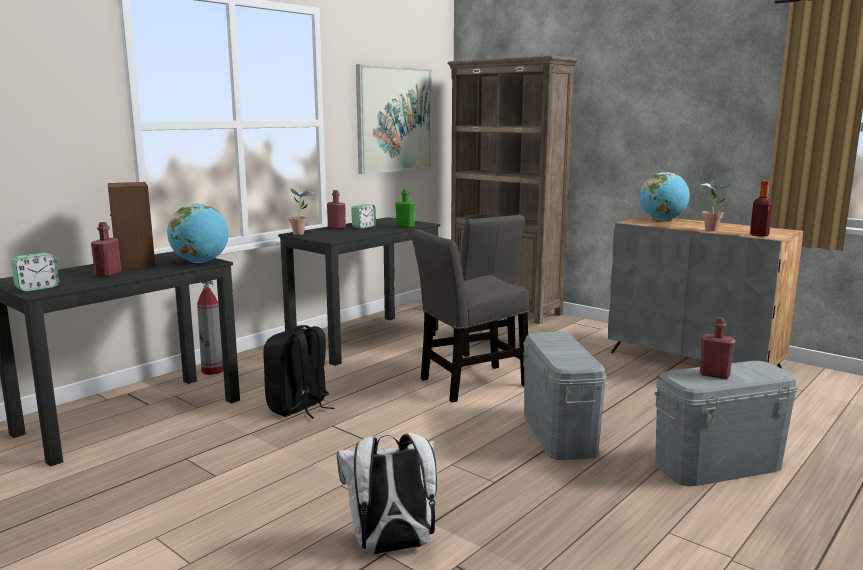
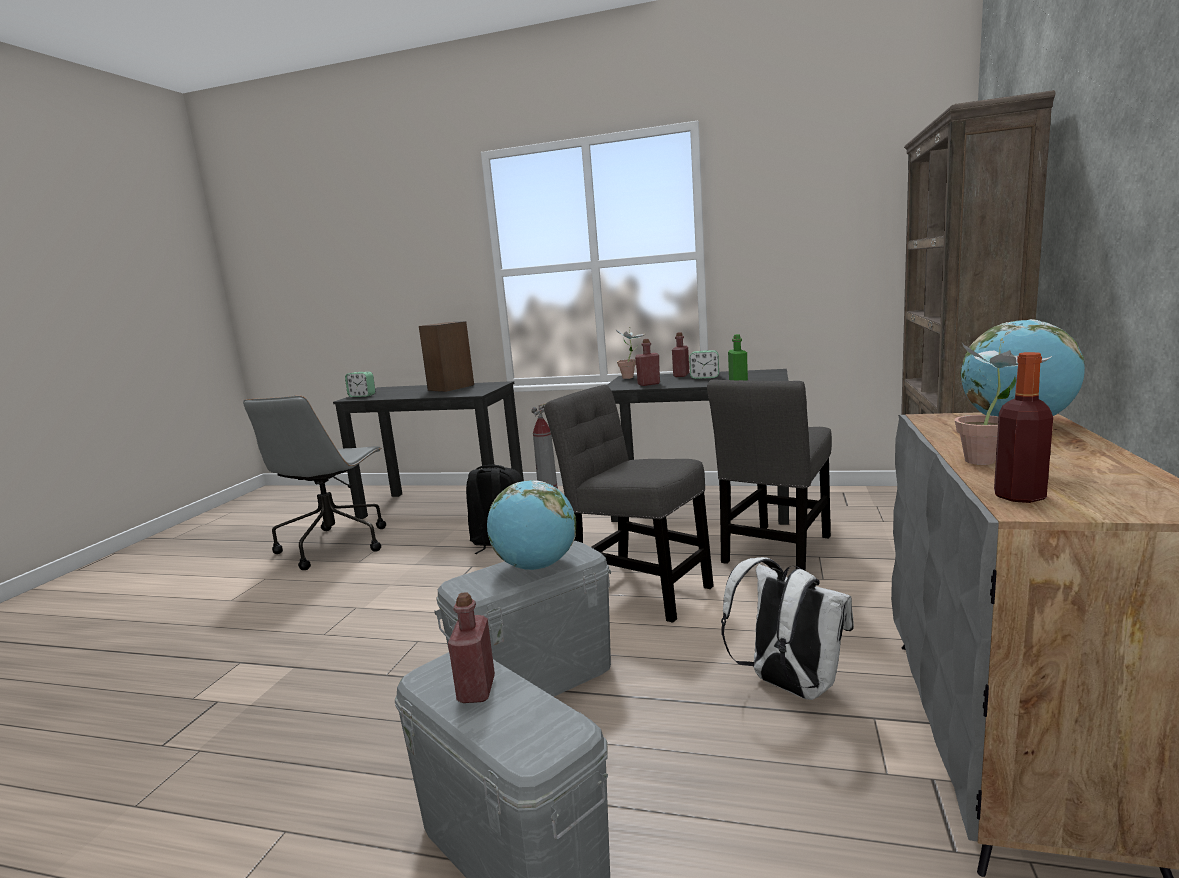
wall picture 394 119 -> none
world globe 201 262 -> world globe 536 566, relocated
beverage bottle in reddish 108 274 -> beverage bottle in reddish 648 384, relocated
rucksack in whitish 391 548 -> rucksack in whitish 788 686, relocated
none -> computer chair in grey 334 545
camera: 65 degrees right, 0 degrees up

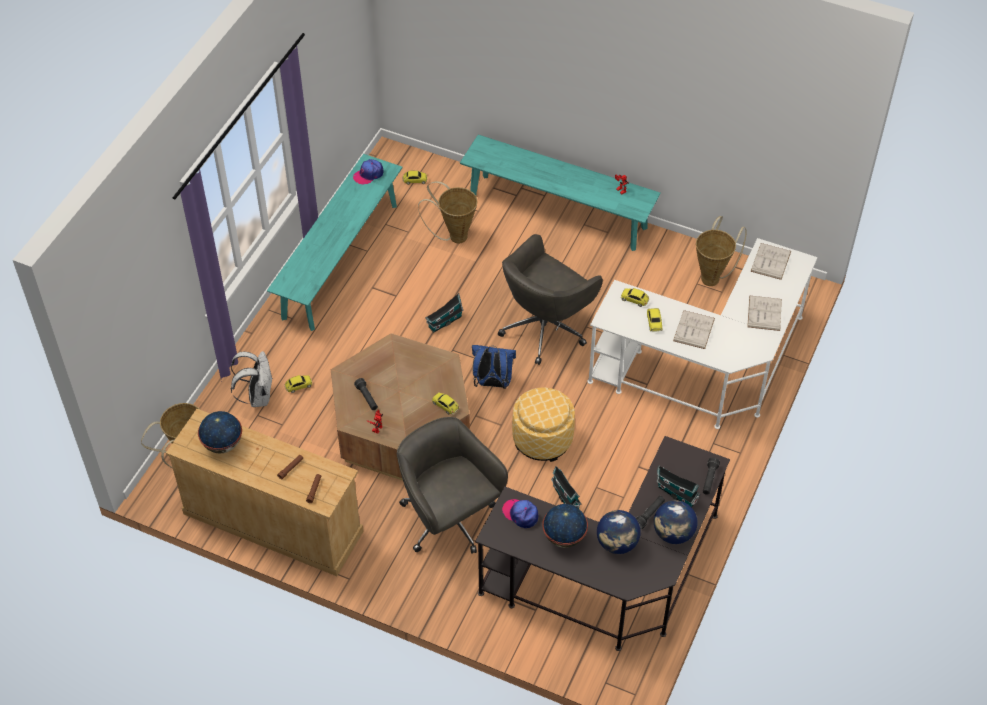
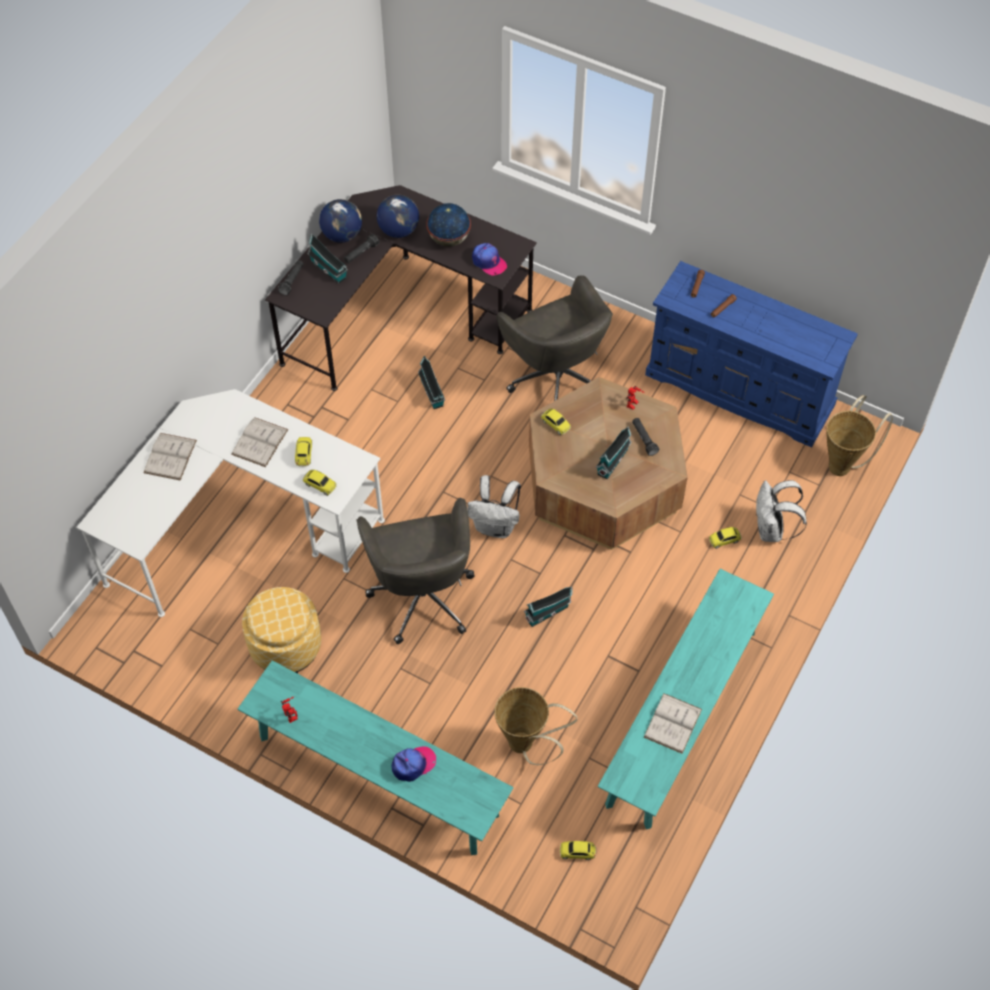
baseball cap 368 174 -> baseball cap 413 764, relocated
household basket 712 277 -> none
computer chair in grey 545 327 -> computer chair in grey 422 595, 120 degrees clockwise
bound book in whitish 770 261 -> bound book in whitish 672 723, relocated
rucksack in blue 492 383 -> rucksack in whitish 496 527
ottoman 542 439 -> ottoman 285 646, relocated
chest of drawers in sand-coloured 272 522 -> chest of drawers in blue 740 390
world globe 222 444 -> none
none -> model house 613 460
camera: 175 degrees left, 5 degrees up

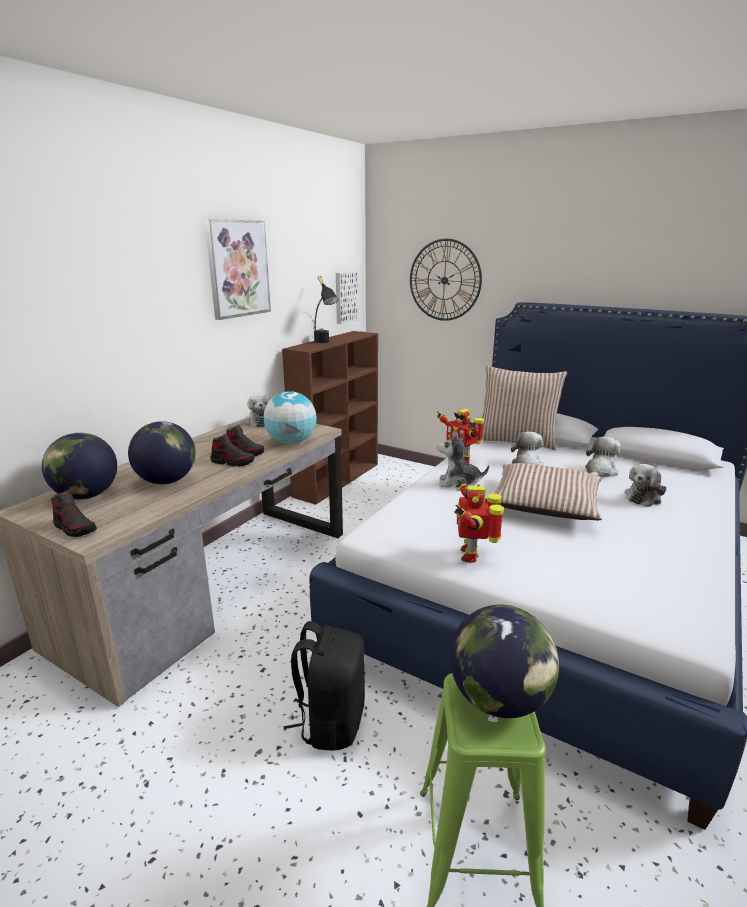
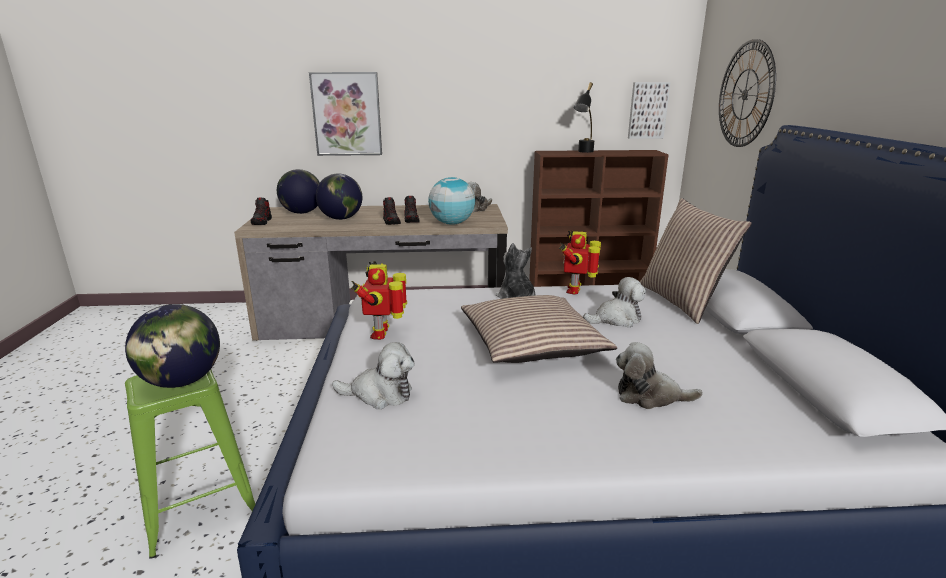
wall picture 238 269 -> wall picture 347 114, relocated
plush toy 599 472 -> plush toy 380 394, relocated
robot figure 471 554 -> robot figure 382 333, 60 degrees counterclockwise
rucksack in black-coloured 331 721 -> none
camera: 55 degrees right, 0 degrees up

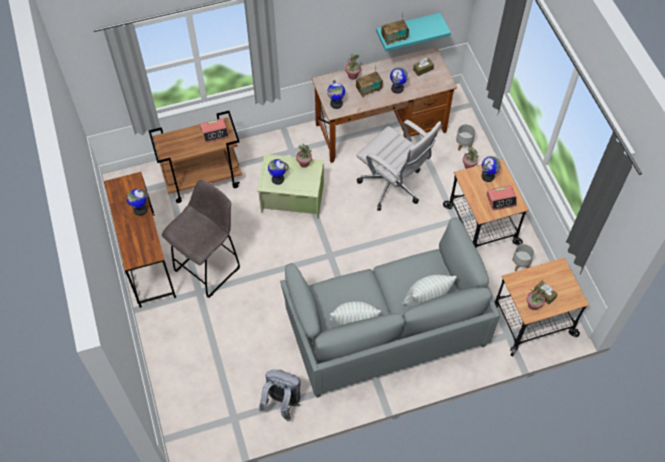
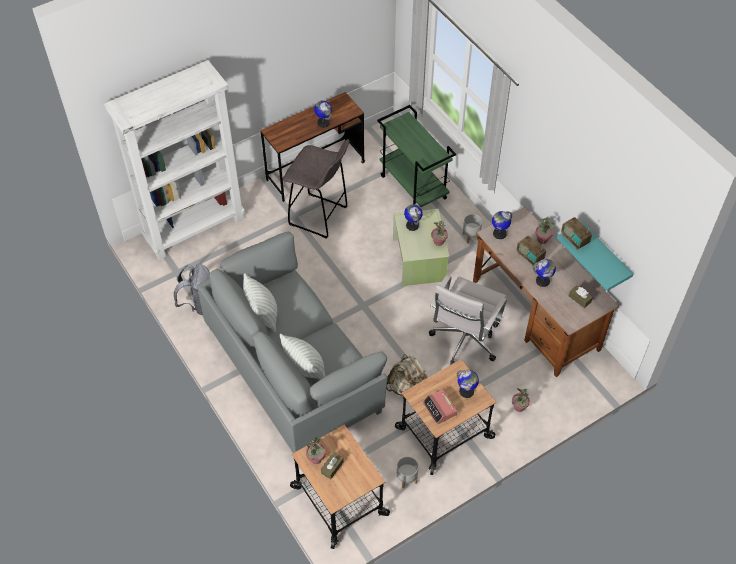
wheeled cart in brownish 203 179 -> wheeled cart in green 414 187
bedside clock 215 132 -> none
plant pot in grey 464 145 -> plant pot in grey 471 237, relocated
none -> bookcase in whitish 195 228
none -> rucksack in sand-coloured 406 386
camera: 75 degrees right, 5 degrees down

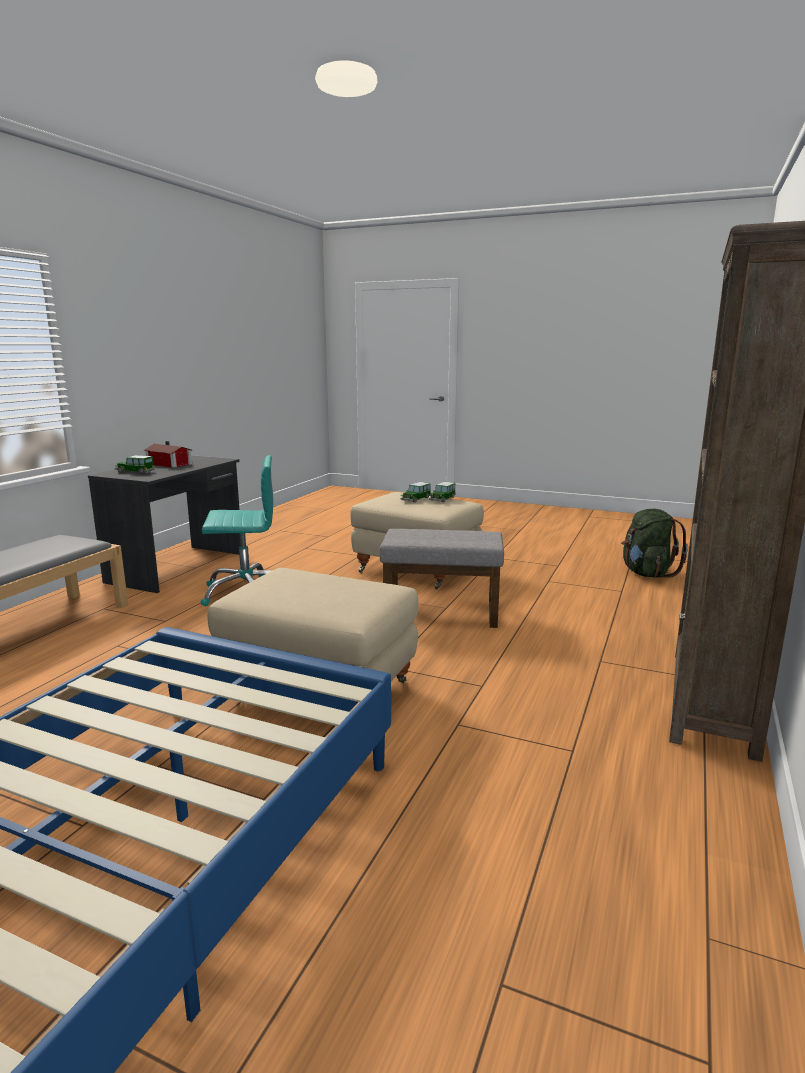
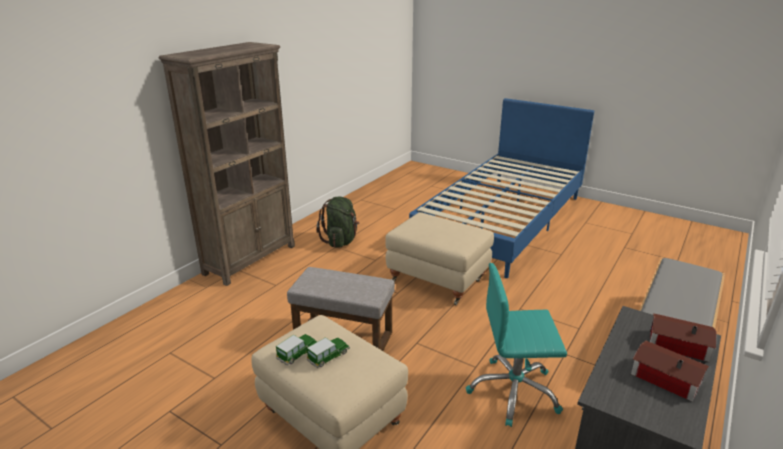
miniature car 135 471 -> model house 676 343
rucksack in green 646 573 -> rucksack in green 341 241, relocated
camera: 170 degrees left, 10 degrees up

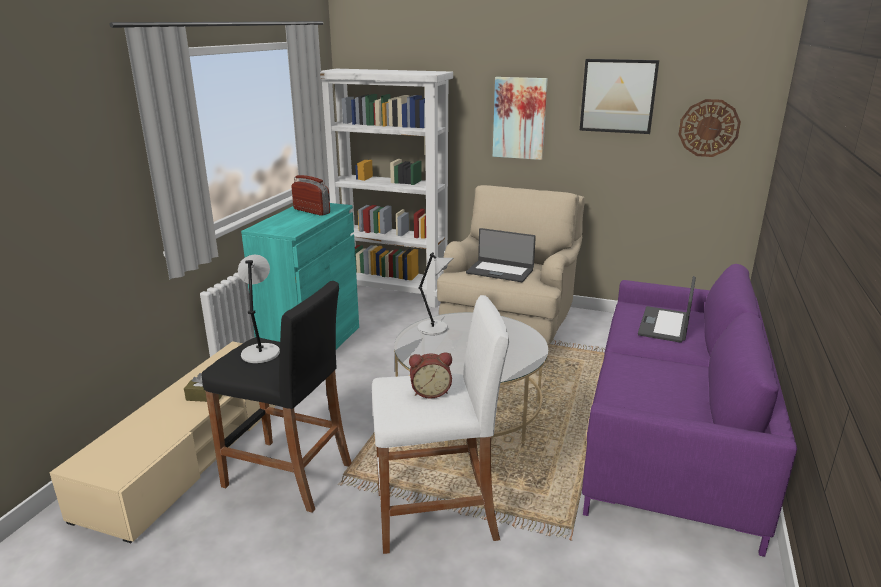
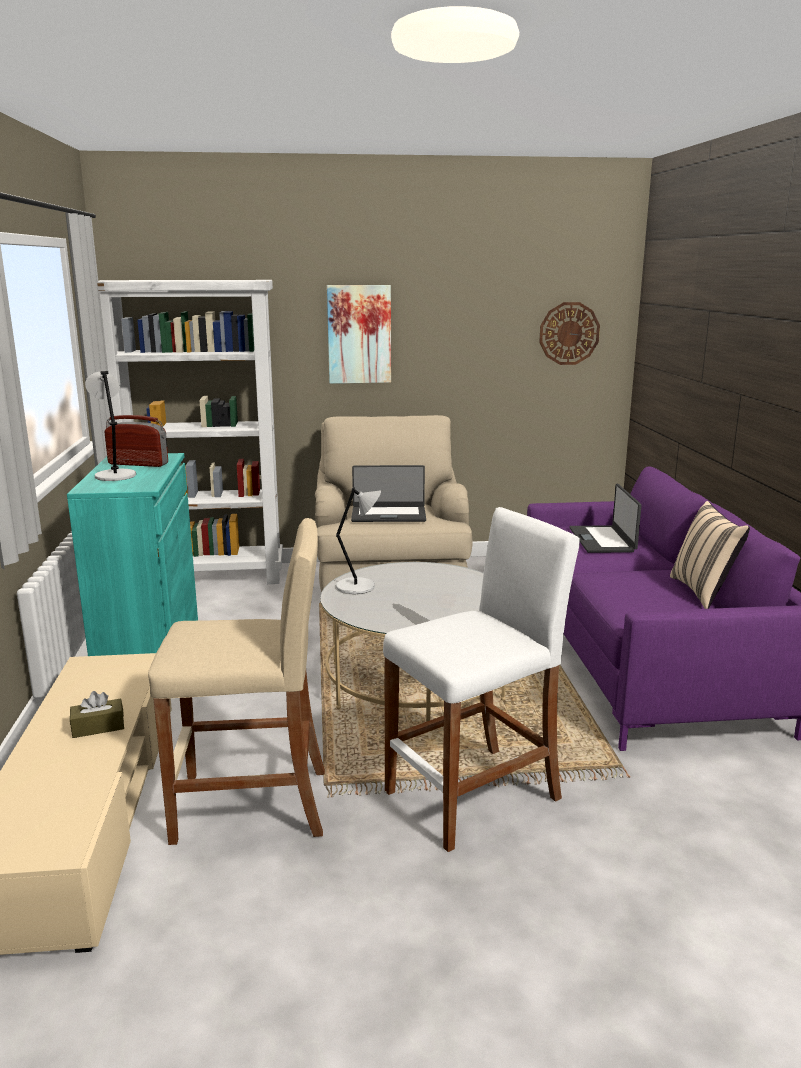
wall picture 618 96 -> none
lamp for a table in grey 260 353 -> lamp for a table in grey 114 475, relocated
stool seat in black-coloured 288 475 -> stool seat in sand-coloured 252 805
bedside clock 430 392 -> none
none -> pillow in sand-coloured 703 592
camera: 25 degrees left, 5 degrees down

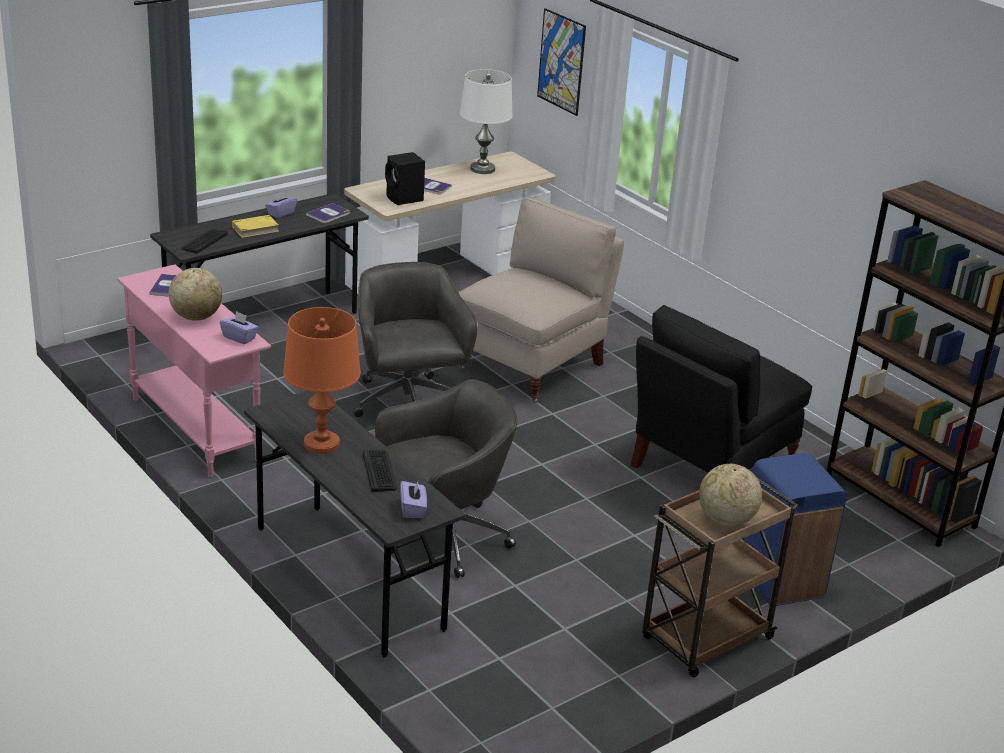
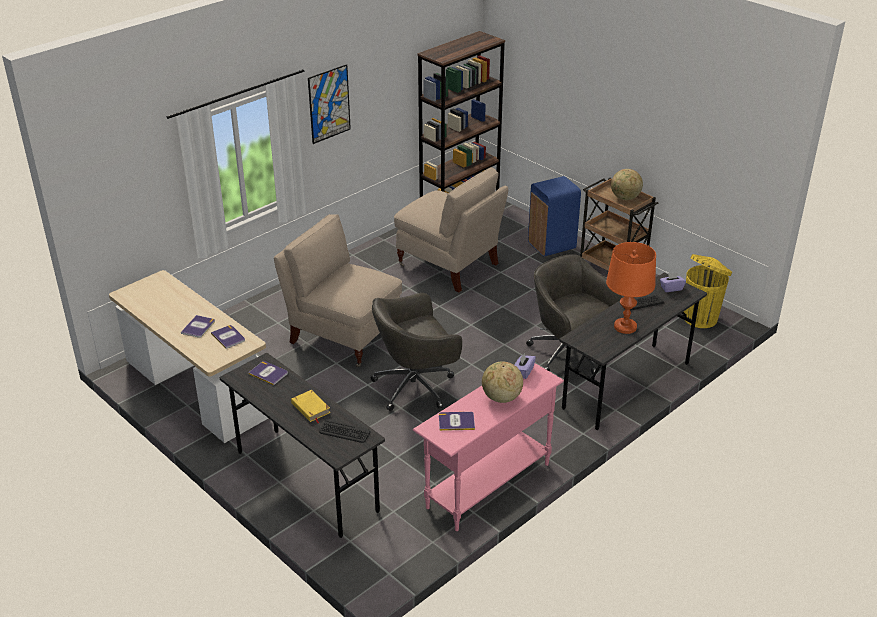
wall picture 561 62 -> wall picture 329 104, relocated
lamp for a table in whitish 482 169 -> none
loudspeaker in black-coloured 405 199 -> bound book 228 337
tissue box in purple 281 213 -> none
upright chair in black-coloured 710 467 -> upright chair in sand-coloured 449 265
none -> trash can in yellowish 701 318
camera: 95 degrees left, 5 degrees up

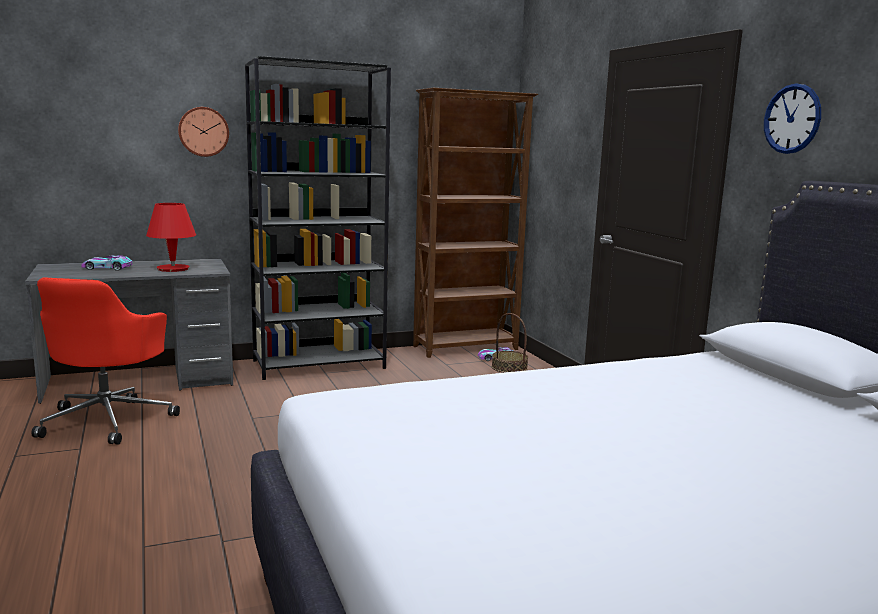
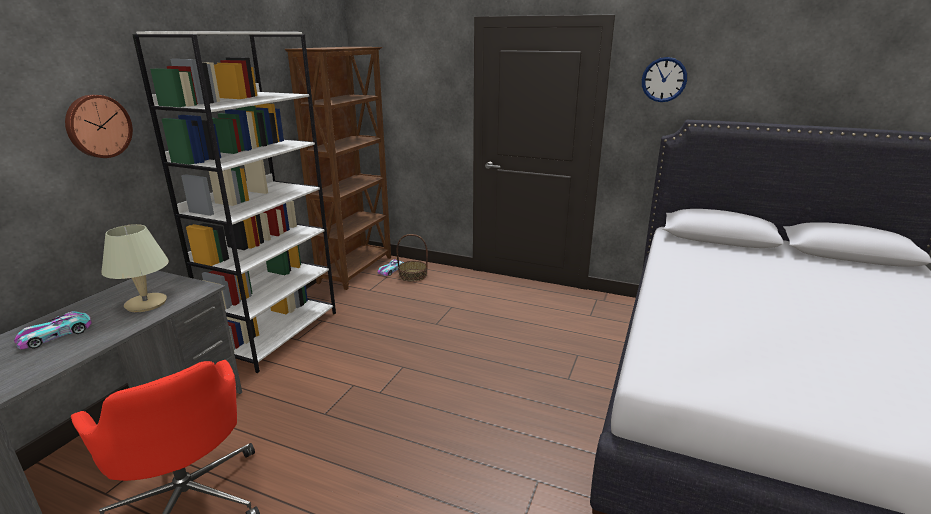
bookcase in black-coloured 319 364 -> bookcase in whitish 276 333
lamp for a table in reddish 173 269 -> lamp for a table in sand-coloured 146 303
camera: 45 degrees left, 10 degrees up

